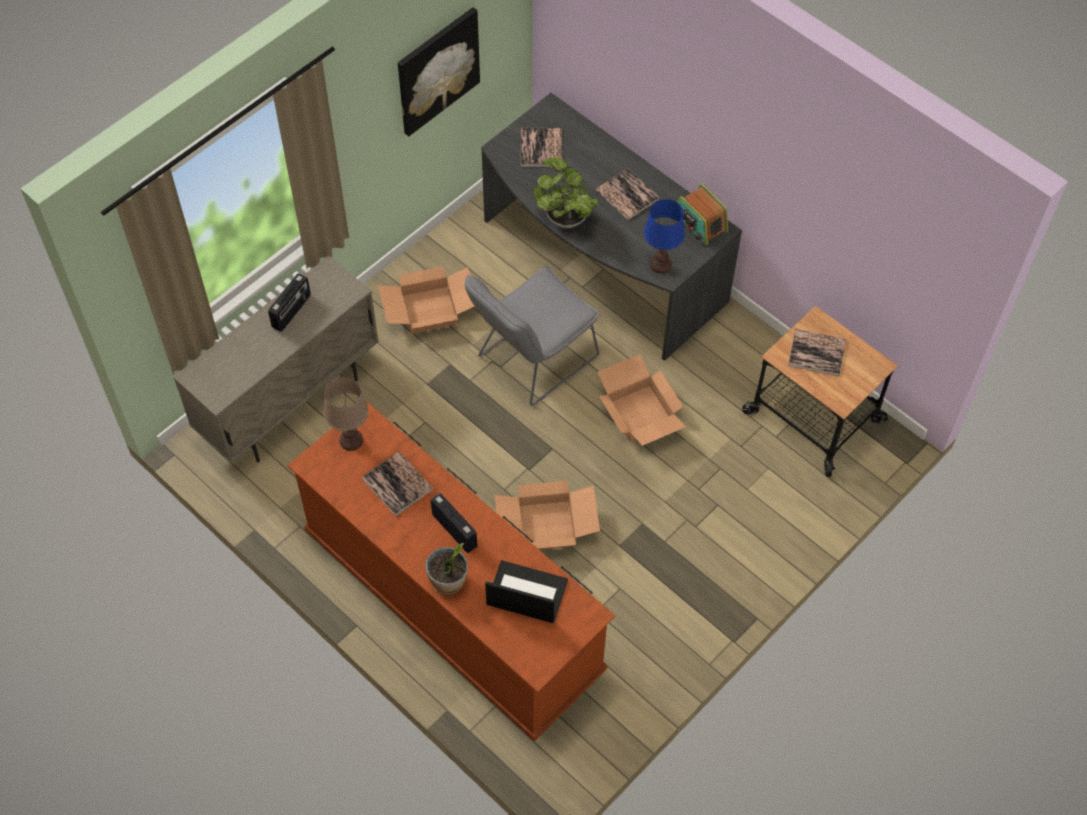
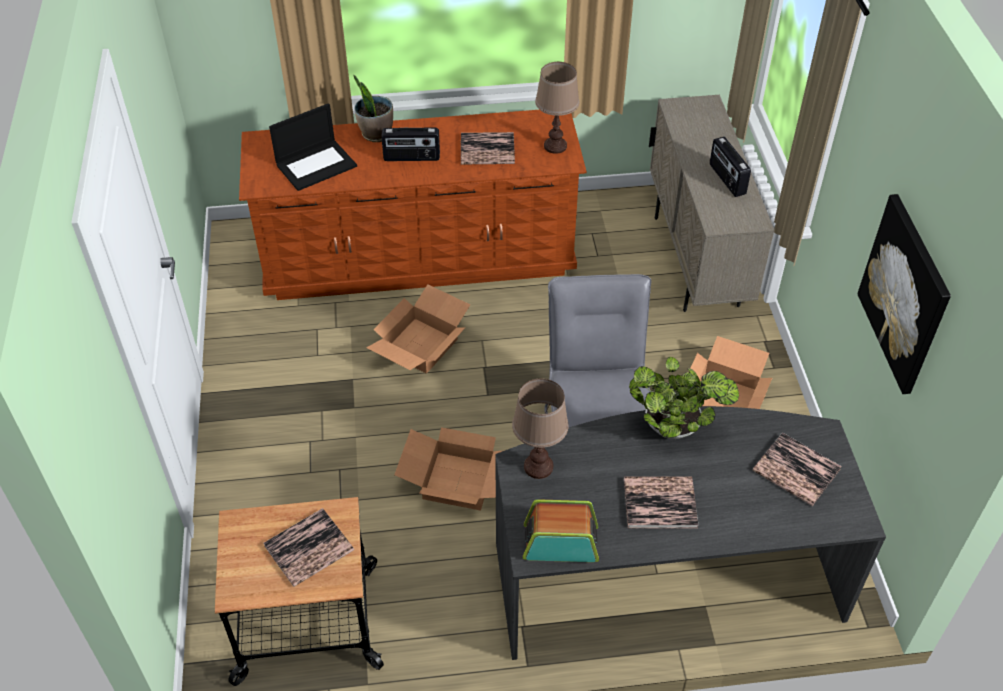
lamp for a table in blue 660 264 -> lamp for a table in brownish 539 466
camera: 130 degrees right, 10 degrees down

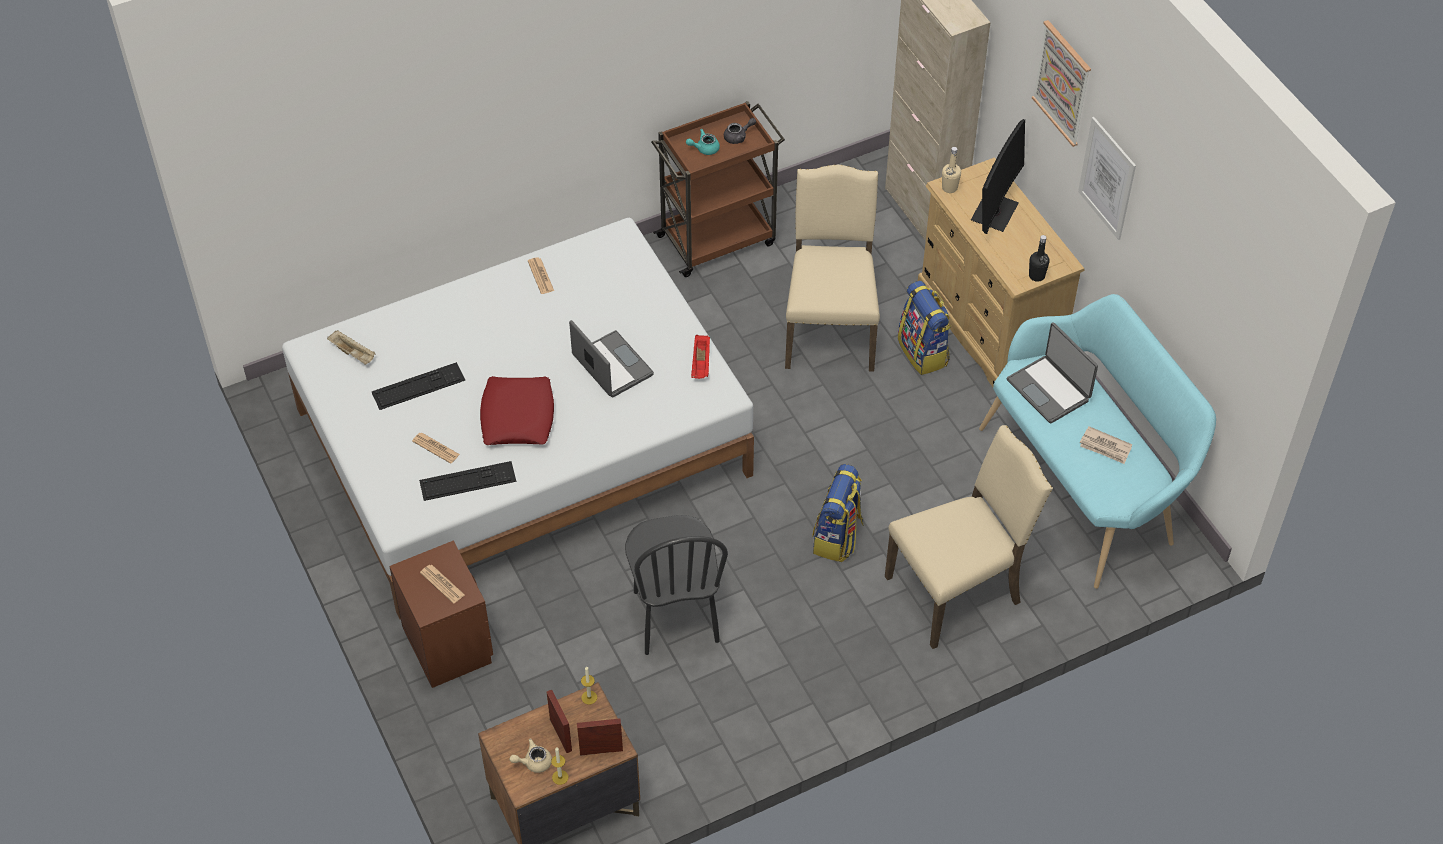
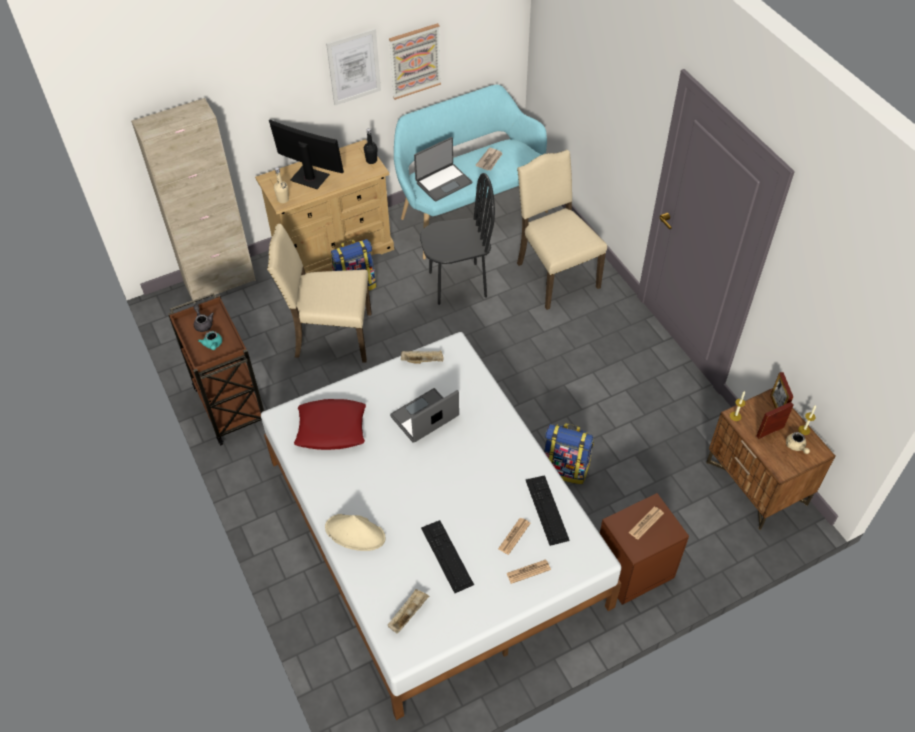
wall picture 1062 83 -> wall picture 415 61, relocated
newspaper 540 276 -> newspaper 528 571, relocated
tray in reddish 701 363 -> tray in sand-coloured 423 361
pillow in reddish 517 416 -> pillow in reddish 331 429, relocated
rucksack 837 537 -> rucksack 565 468, relocated
upright chair in black-coloured 675 617 -> upright chair in black-coloured 457 284, relocated
none -> hat in sand-coloured 355 533
camera: 90 degrees left, 0 degrees up

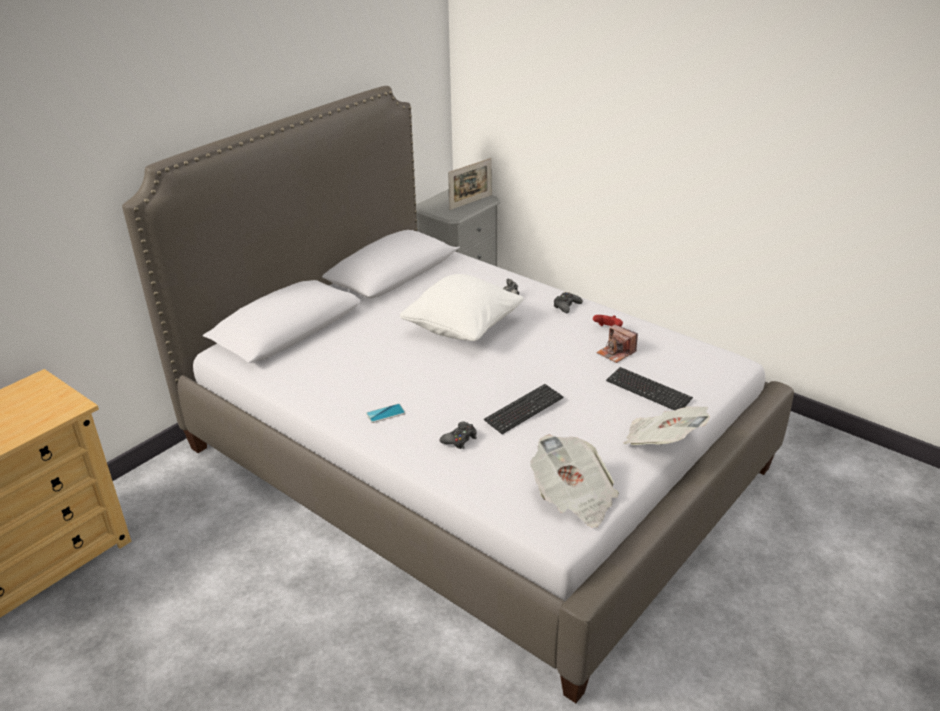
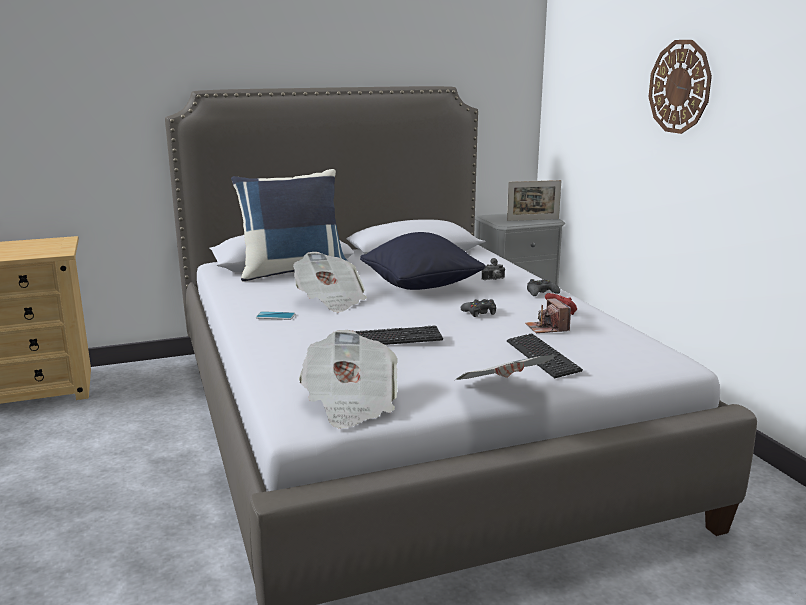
pillow in whitish 463 329 -> pillow in black-coloured 421 287
gamepad in black-coloured 460 439 -> gamepad in black-coloured 480 313, relocated
none -> wall clock 680 87
none -> pillow in blue 293 271
none -> newspaper 330 301
camera: 30 degrees right, 15 degrees down

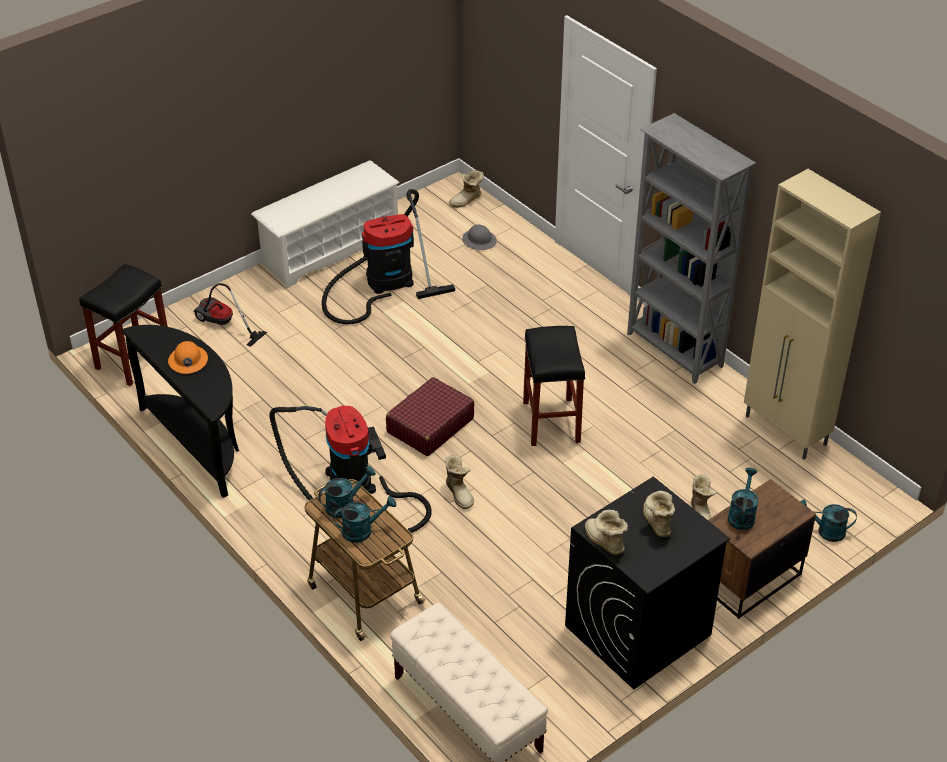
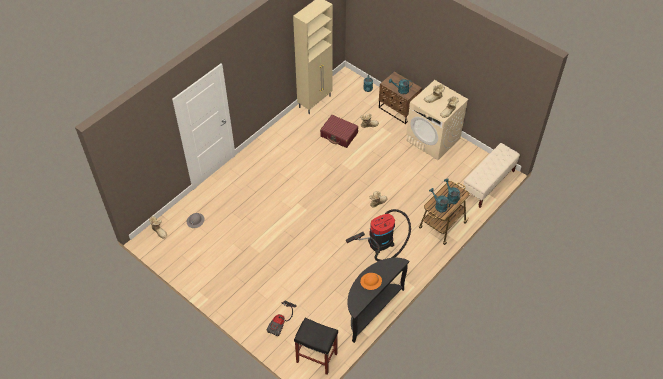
bookcase in grey 674 351 -> none
shoe shelf in whitish 330 250 -> none
vacuum cleaner 384 282 -> none
stool seat in black-coloured 552 422 -> none
piece of luggage in reddish 430 425 -> piece of luggage in reddish 339 135, relocated
washing machine in black-coloured 637 631 -> washing machine in sand-coloured 433 139
camera: 100 degrees left, 10 degrees up

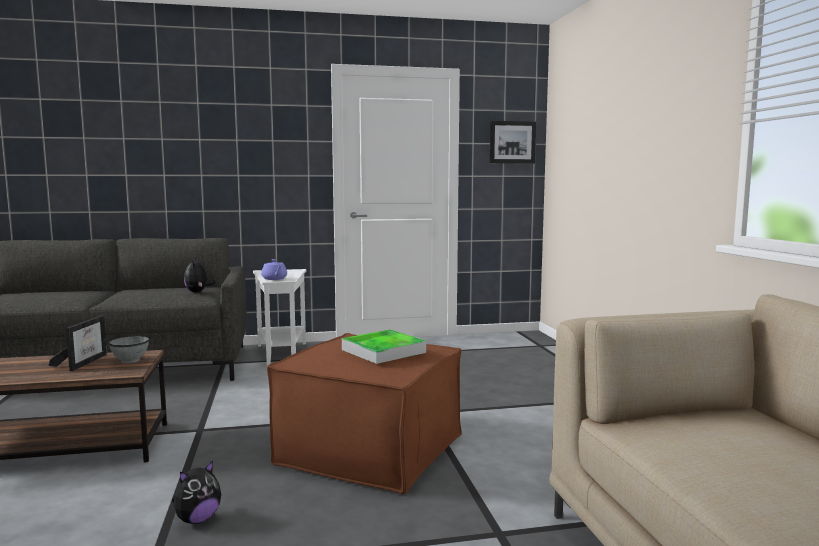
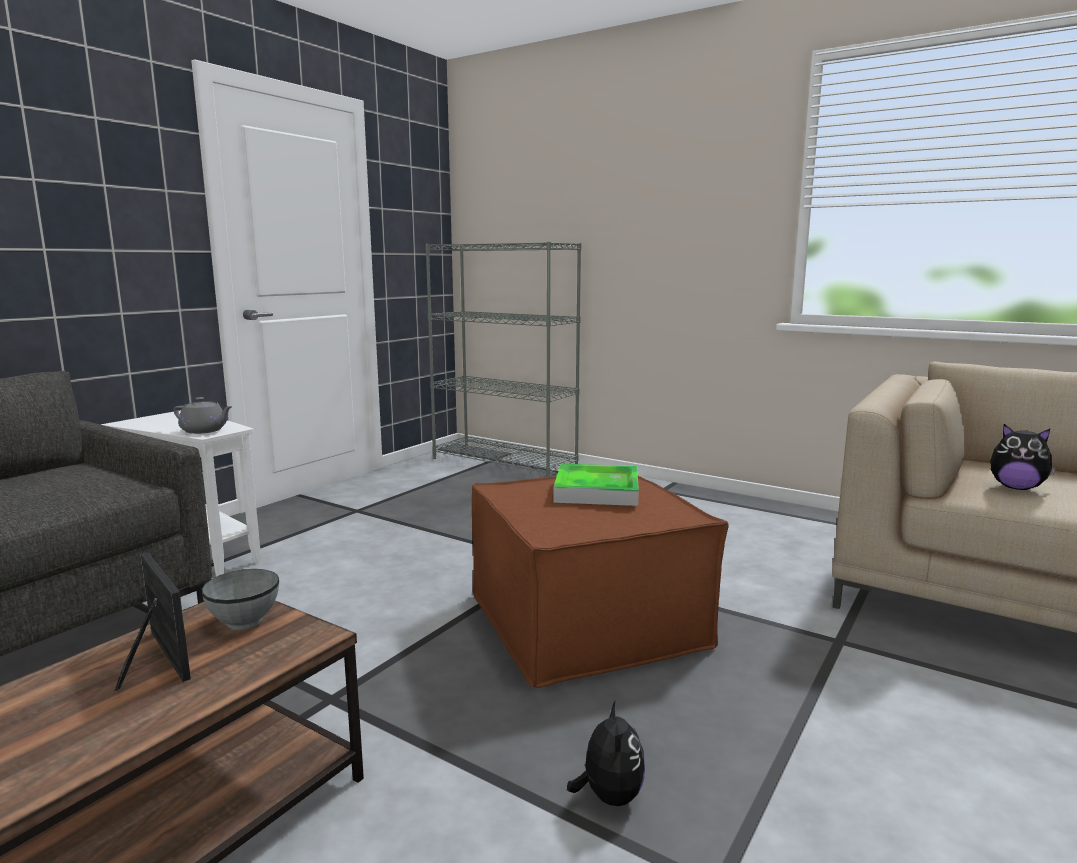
wall picture 512 142 -> none
plush toy 198 292 -> plush toy 1016 488, relocated
tea pot in purple 274 279 -> tea pot in grey 204 431
none -> bookcase in grey 505 463
camera: 45 degrees left, 5 degrees up

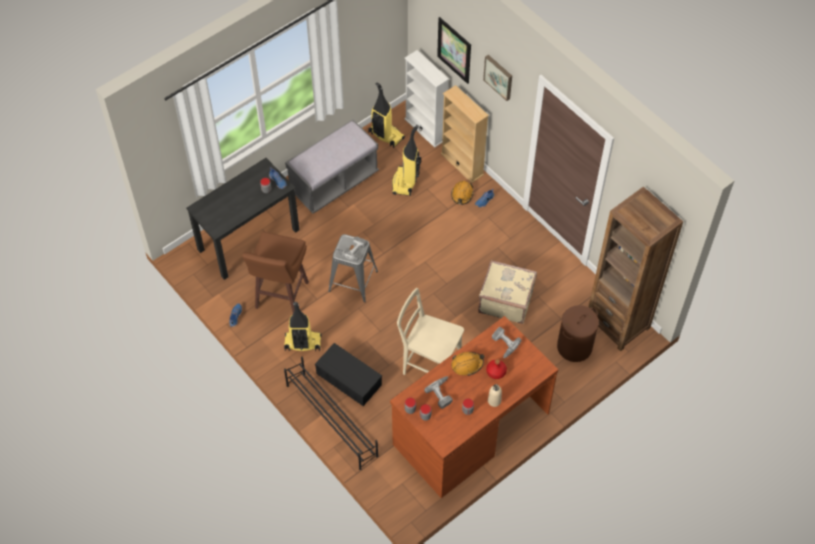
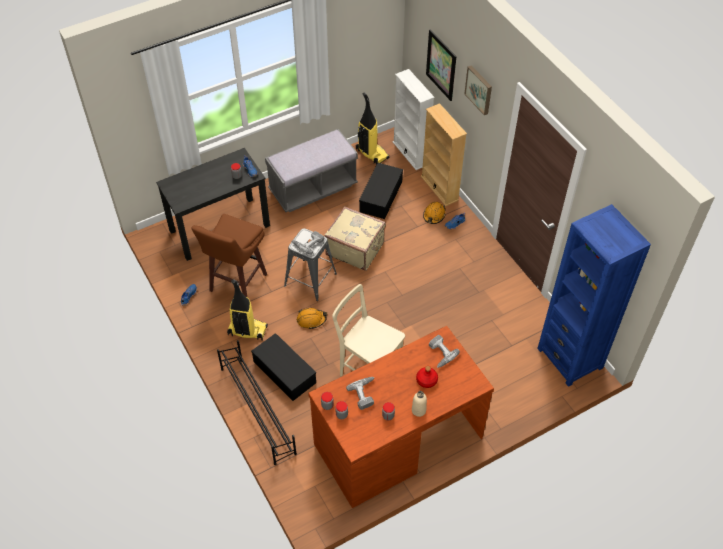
vacuum cleaner 405 182 -> storage container in black-coloured 381 197
bookcase in brownish 618 323 -> bookcase in blue 570 358
piece of luggage in sand-coloured 505 300 -> piece of luggage in sand-coloured 355 248, relocated
laundry basket in brownish 574 347 -> none
work helmet in orange 467 364 -> work helmet in orange 311 320, relocated
camera: 10 degrees right, 5 degrees down

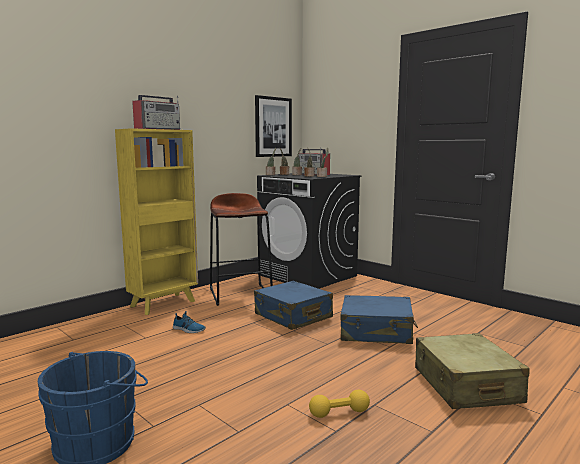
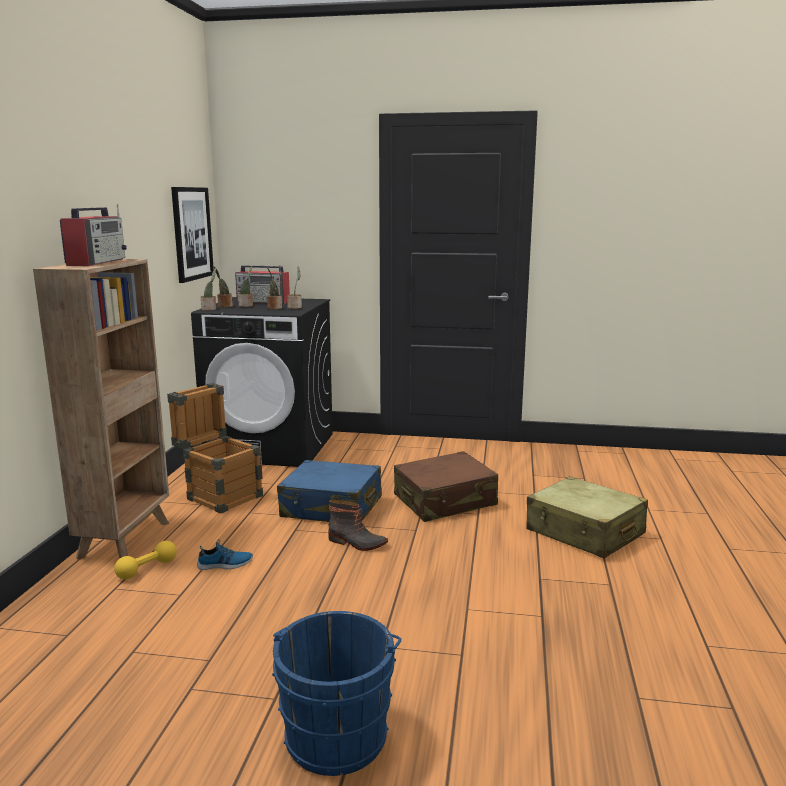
bookcase in yellowish 164 303 -> bookcase in brownish 126 538
stool seat in brownish 240 294 -> crate 219 495
piece of luggage in blue 376 332 -> piece of luggage in brownish 445 501
hand weight in yellowish 339 413 -> hand weight in yellowish 147 569, relocated
none -> boot 357 543
camera: 35 degrees left, 5 degrees up

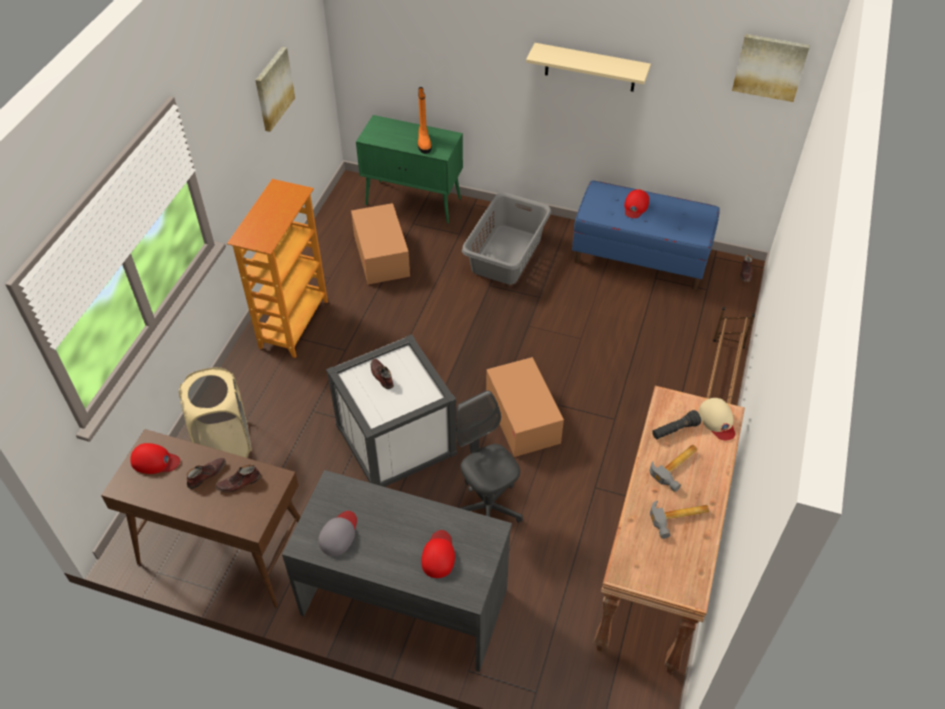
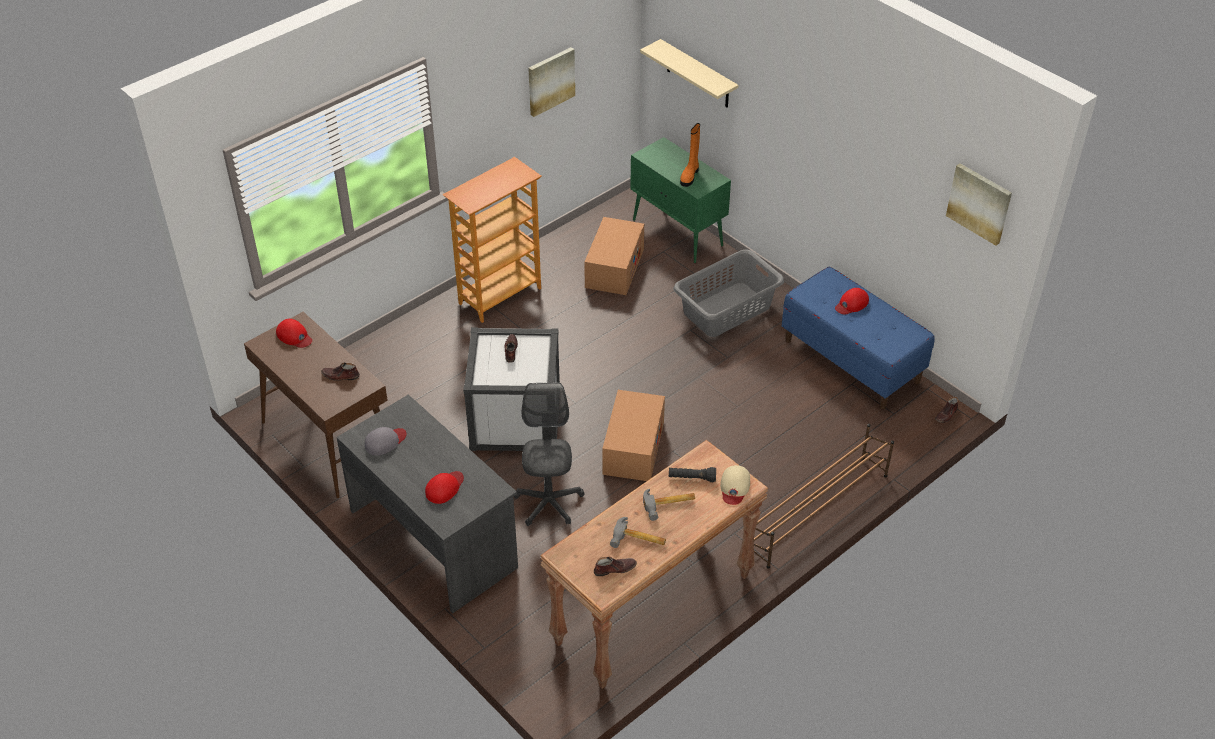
shelf in sand-coloured 590 67 -> shelf in sand-coloured 698 75, relocated
laundry basket in sand-coloured 225 443 -> none
shoe in brownish 206 474 -> shoe in brownish 615 568, relocated
camera: 30 degrees right, 5 degrees down

